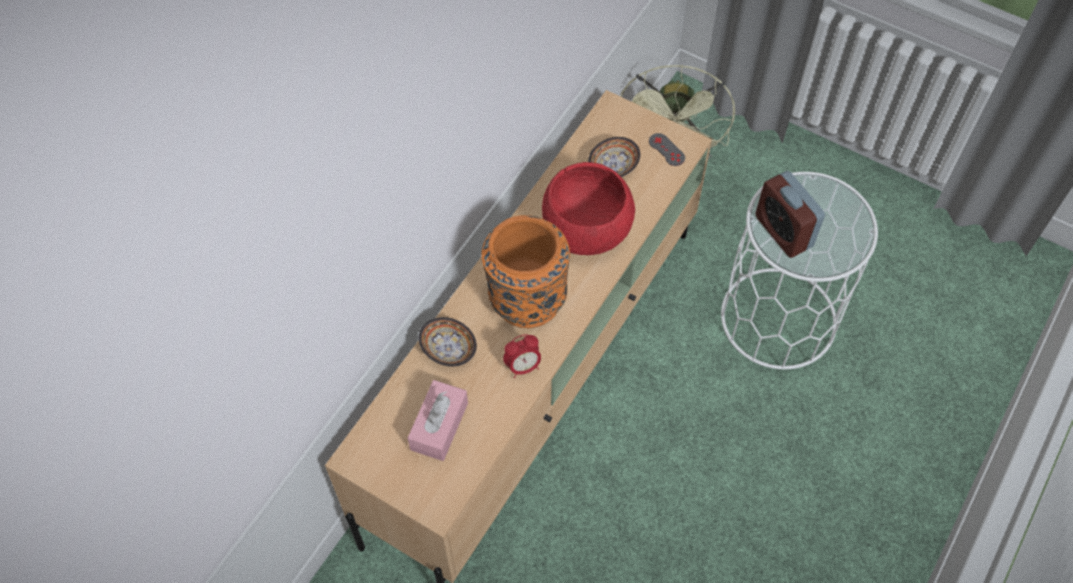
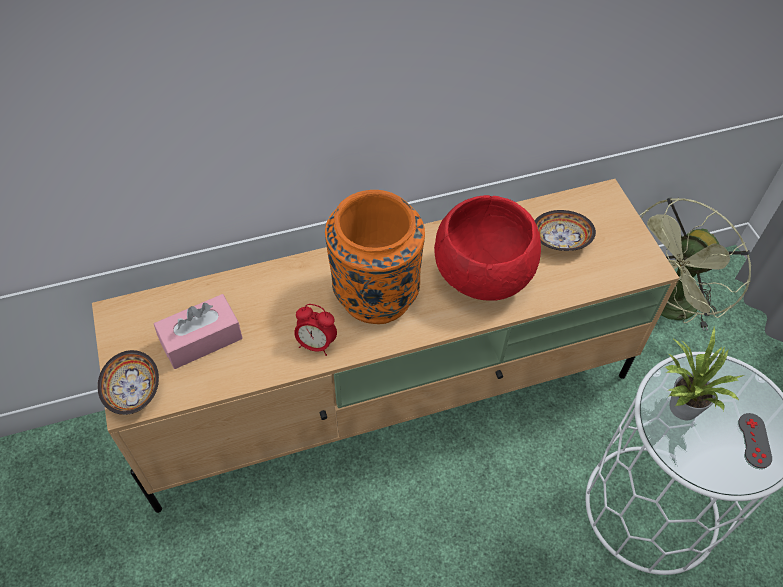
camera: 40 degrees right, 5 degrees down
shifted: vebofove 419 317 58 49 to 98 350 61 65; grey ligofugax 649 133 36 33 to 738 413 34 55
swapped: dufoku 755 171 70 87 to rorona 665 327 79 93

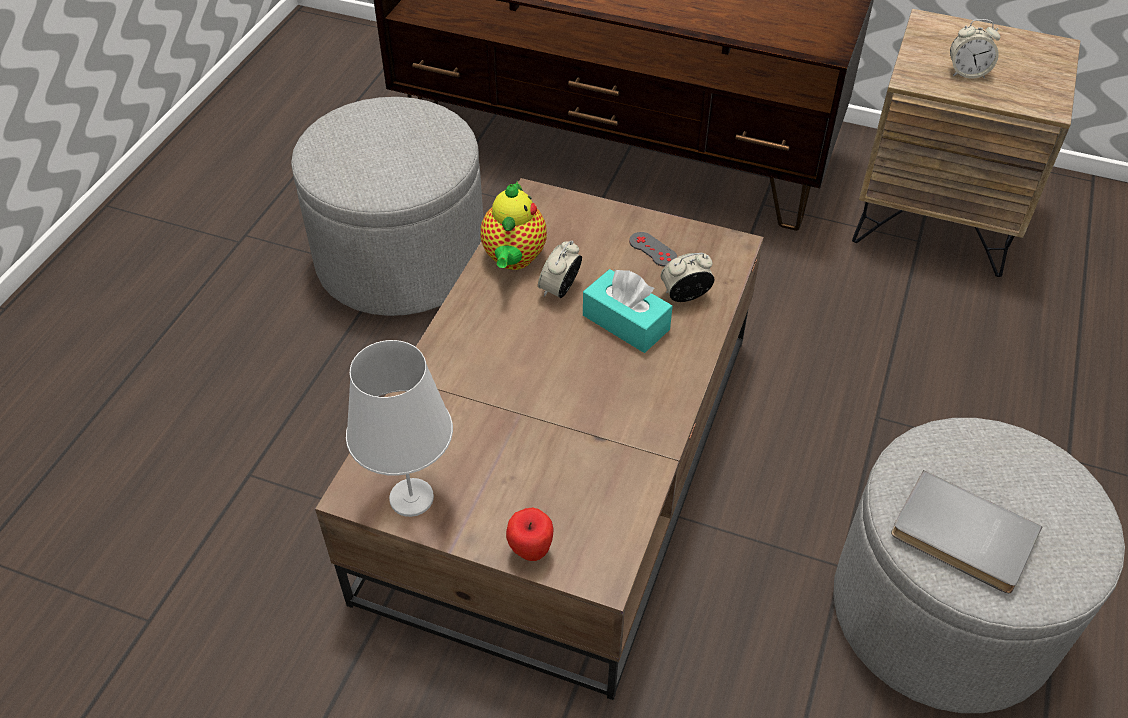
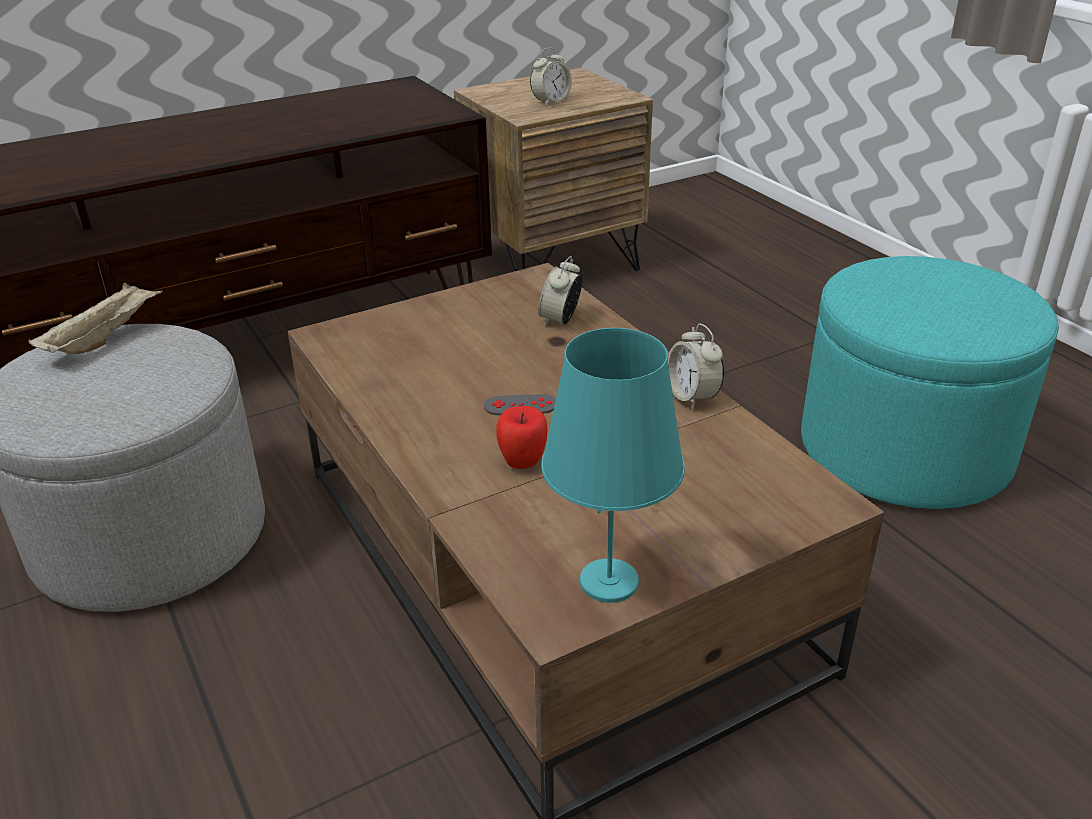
camera: 50 degrees left, 15 degrees down
gone: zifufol 481 181 66 89; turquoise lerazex 583 269 90 84; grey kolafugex 891 470 152 123
new: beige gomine 29 282 133 72
shifted: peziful 506 507 48 54 to 496 406 52 63; dufoku 538 241 44 57 to 668 323 56 86; grey ligofugax 629 232 48 35 to 484 394 72 21
repainted: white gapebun 346 340 107 177 to turquoise gapebun 541 328 144 275; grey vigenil 833 418 292 295 to turquoise vigenil 801 256 258 253

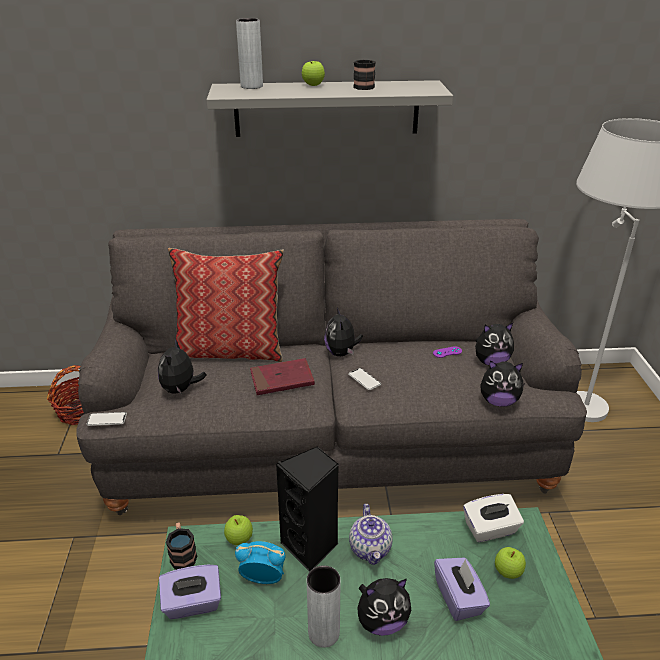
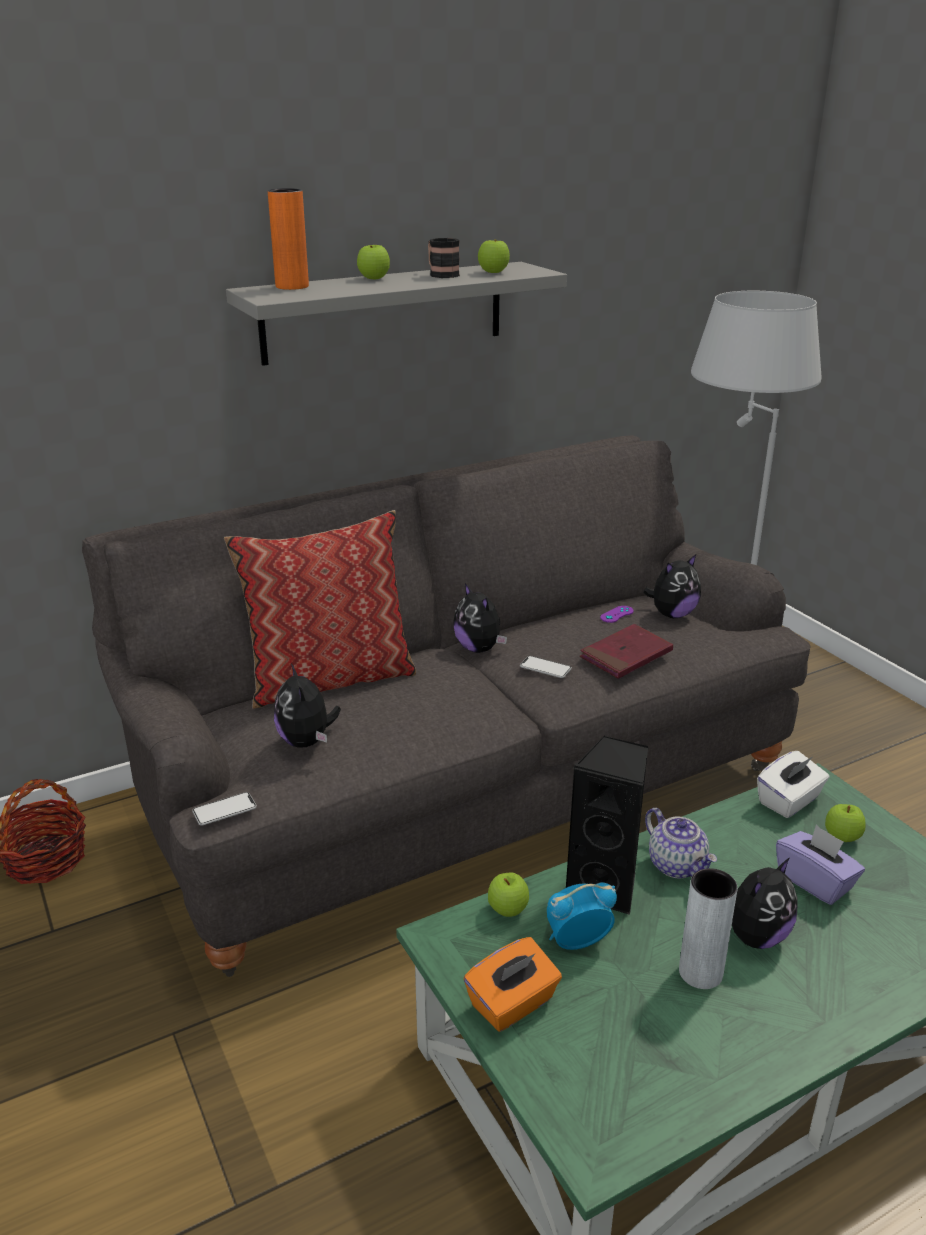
camera: 25 degrees left, 5 degrees down
gone: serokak 166 522 31 48; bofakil 480 360 45 47
new: peziful 478 239 32 34
shifted: red kolafugex 250 358 65 37 to 580 624 93 55
repainted: purple lerazex 159 565 62 54 to orange lerazex 464 937 98 95; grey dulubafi 236 18 27 71 to orange dulubafi 268 188 41 102

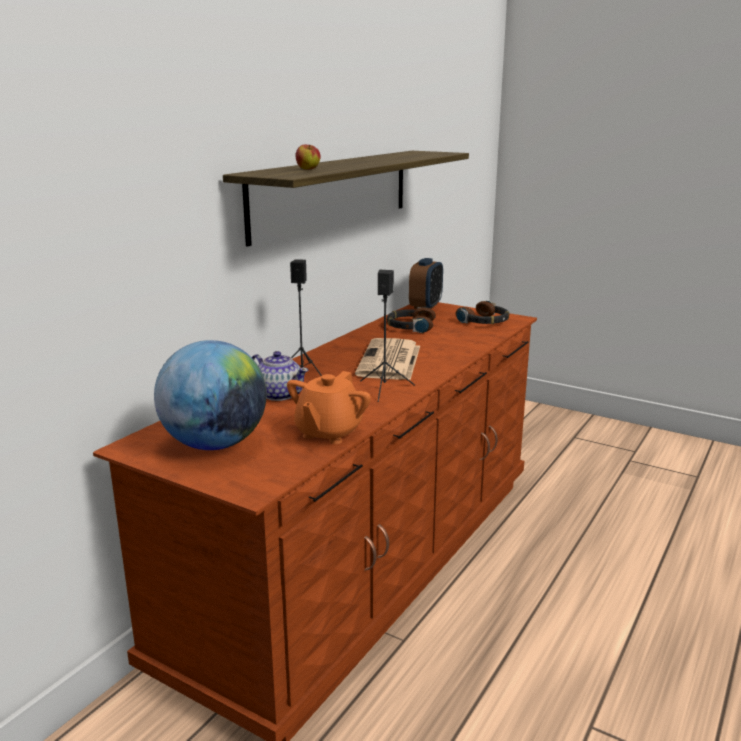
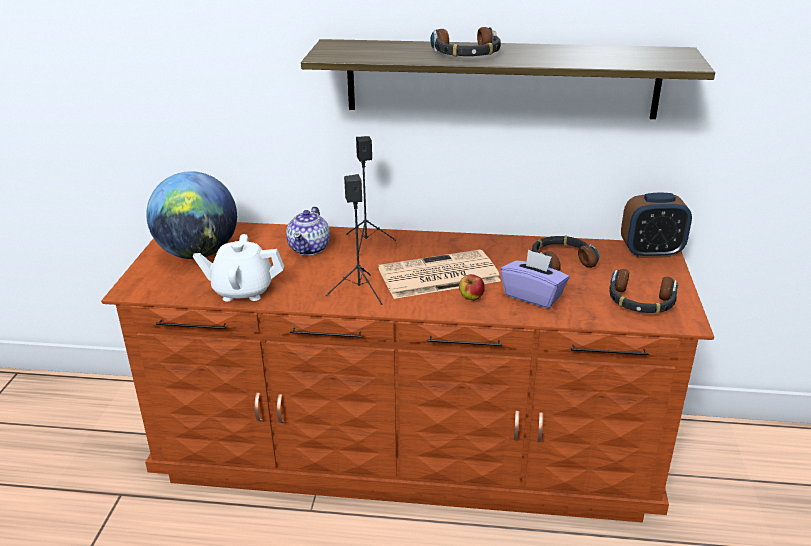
camera: 65 degrees right, 10 degrees up
new: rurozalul 431 27 70 30; purple lerazex 500 249 69 60
shifted: peziful 295 145 25 25 to 459 274 26 26
repainted: orange zifufol 287 371 84 73 to white zifufol 193 234 91 67

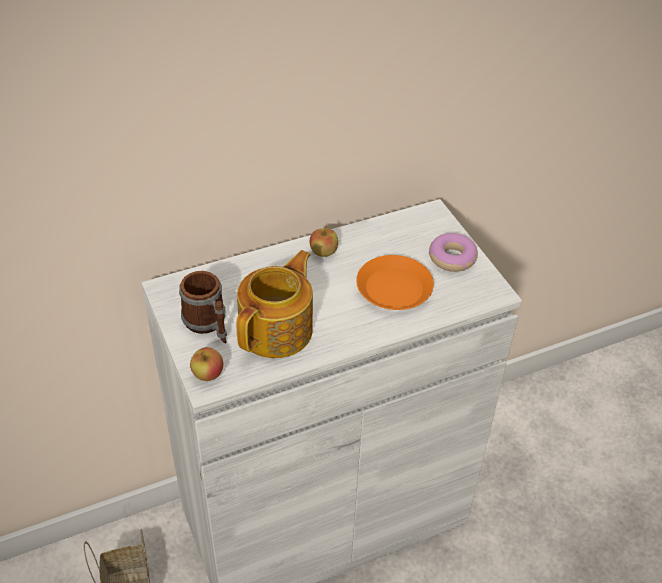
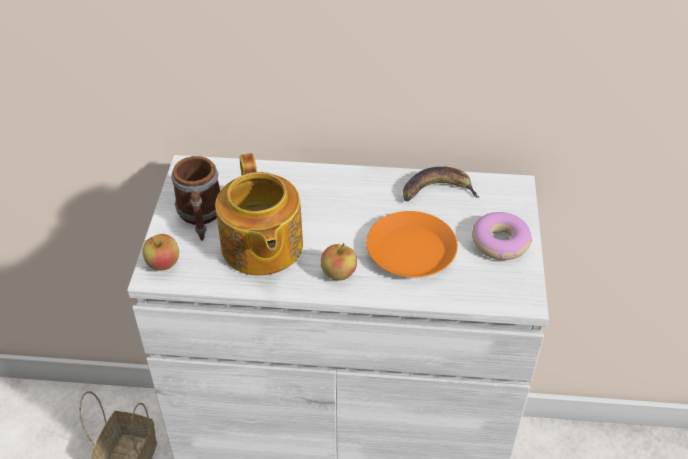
camera: 30 degrees right, 0 degrees up
new: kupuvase 403 167 77 34
shifted: peziful 310 225 28 32 to 321 243 36 38
rotated: zifufol 236 250 77 108 = 215 153 88 123 105 degrees clockwise

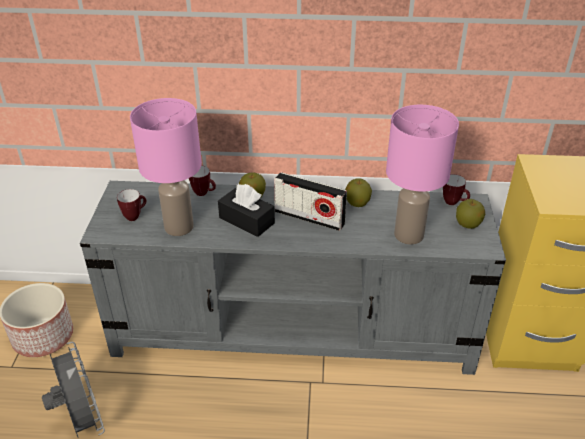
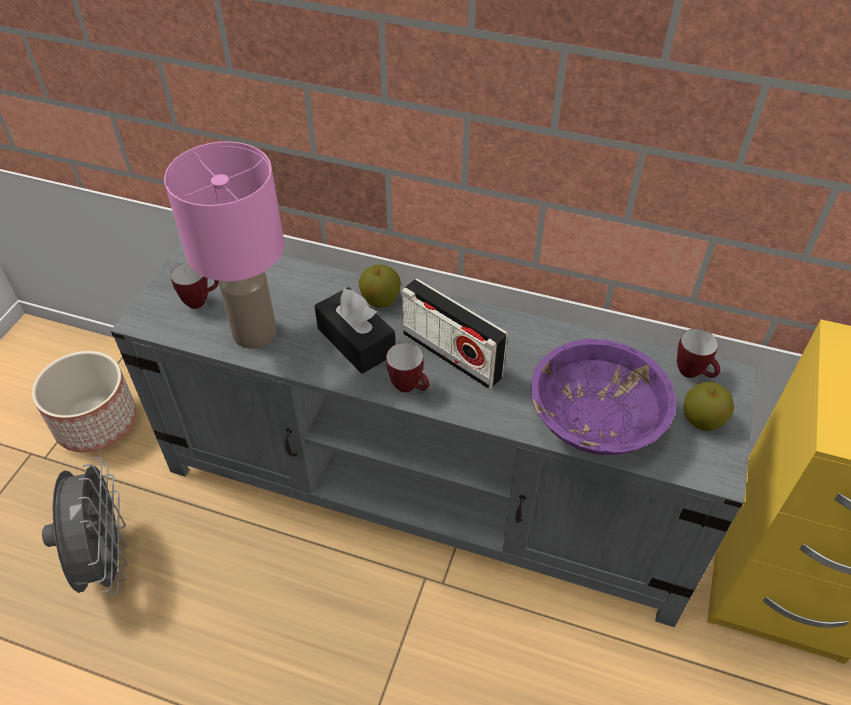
camera: 15 degrees right, 10 degrees up
gone: peziful 345 178 27 29
shifted: serokak 189 166 27 30 to 386 343 44 50
swapped: pink gapebun 386 105 73 140 to purple vebofove 531 339 145 116

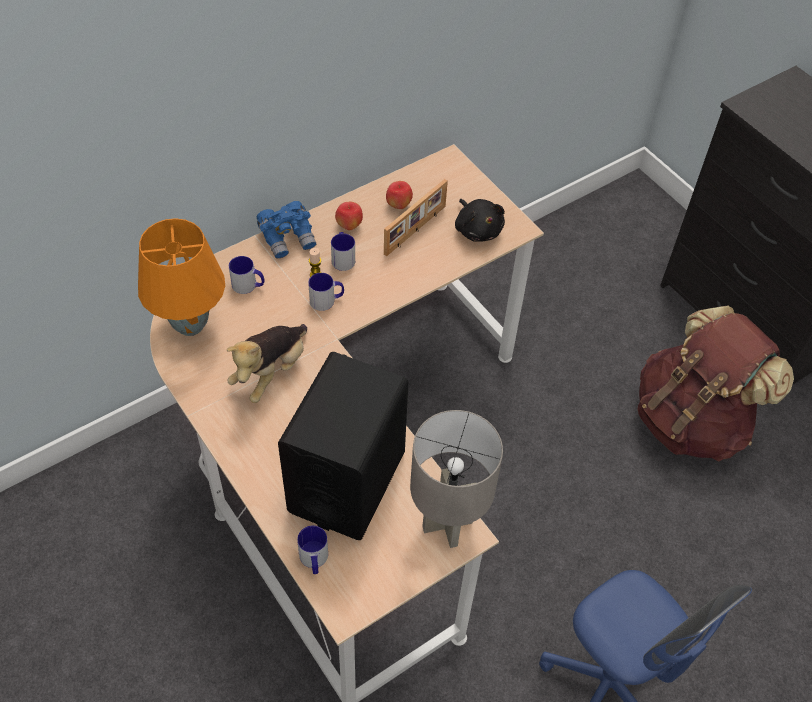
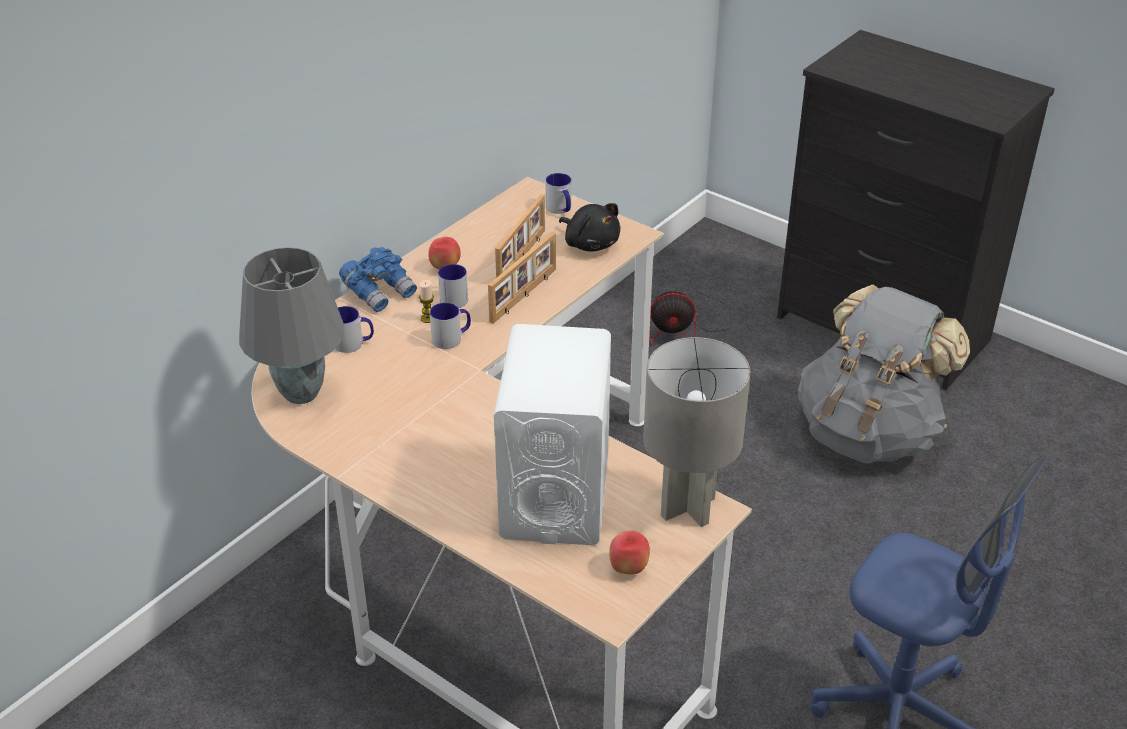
camera: 15 degrees left, 15 degrees down
gone: bofakil 227 324 80 79
new: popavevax 488 232 68 92; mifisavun 649 278 83 66
shifted: serokak 297 525 31 49 to 545 173 26 41; peziful 386 181 27 28 to 609 530 41 44
repainted: orange gapebun 138 218 87 118 to grey gapebun 239 247 106 157; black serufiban 278 352 130 188 to white serufiban 494 324 117 221; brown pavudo 637 306 157 155 to grey pavudo 798 285 172 178

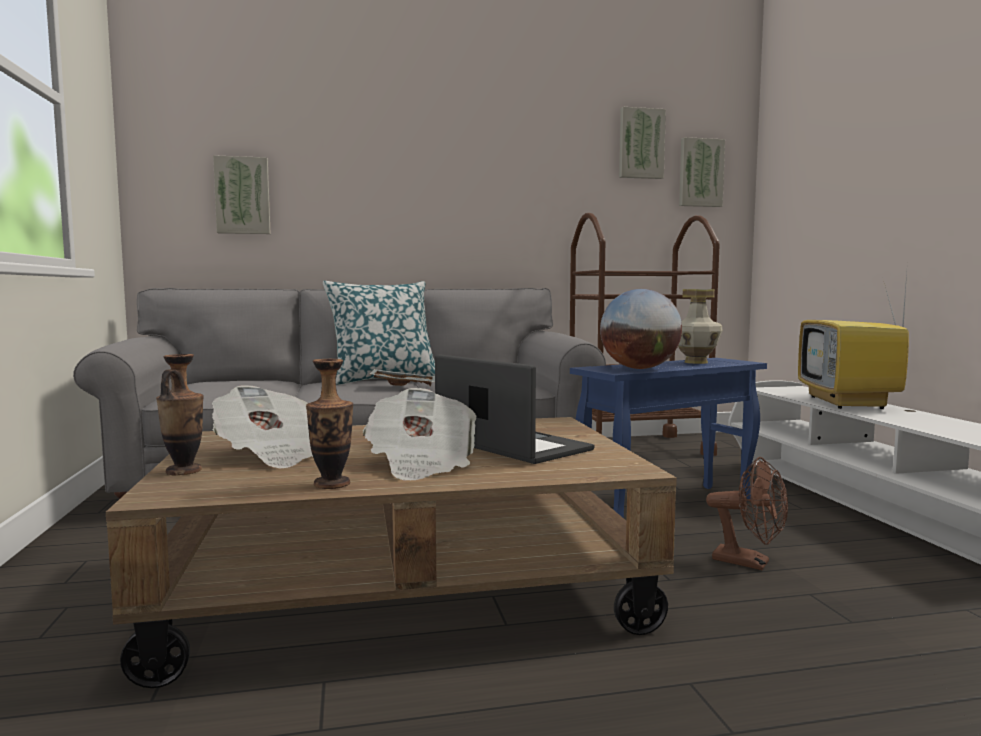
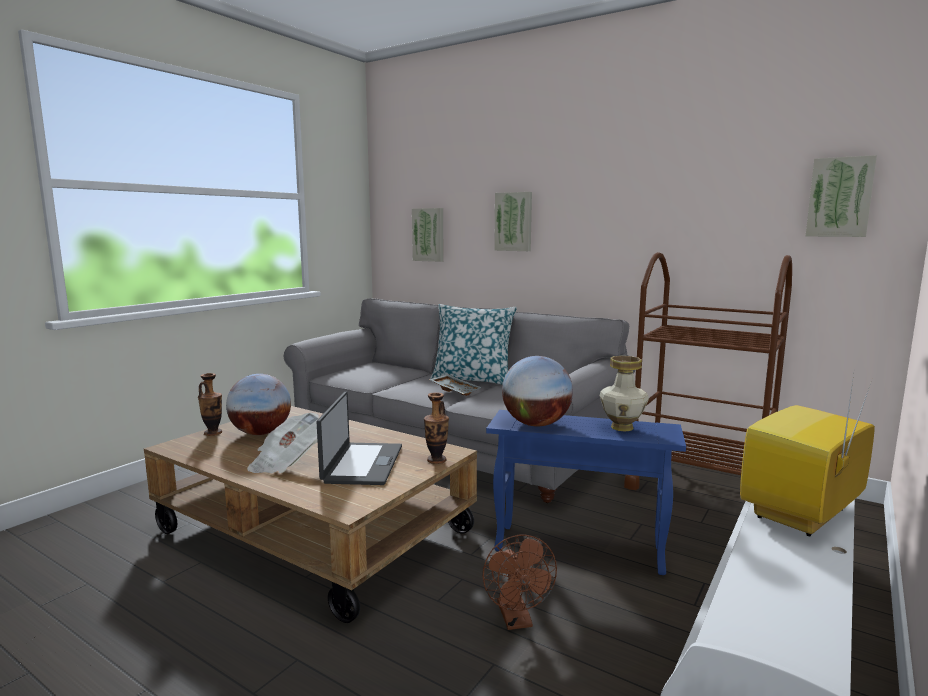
camera: 45 degrees right, 5 degrees up
shifted: dulubafi 306 359 47 130 to 424 392 25 72; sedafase 619 107 47 72 to 494 192 38 59
swapped: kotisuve 212 385 101 84 to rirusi 226 374 65 61

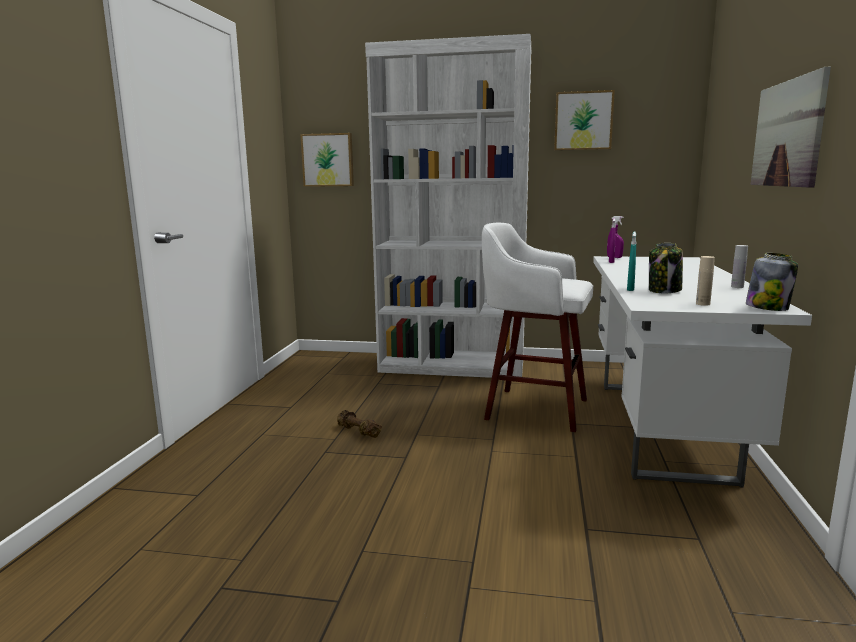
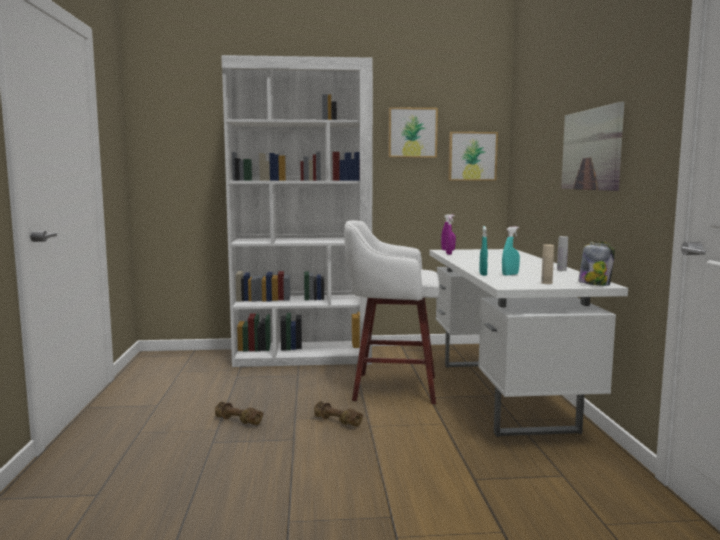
camera: 15 degrees left, 5 degrees down
new: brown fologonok 314 401 49 26
shifted: sedafase 300 133 54 54 to 448 132 50 49
swapped: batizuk 649 243 34 50 to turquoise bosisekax 502 226 18 49

